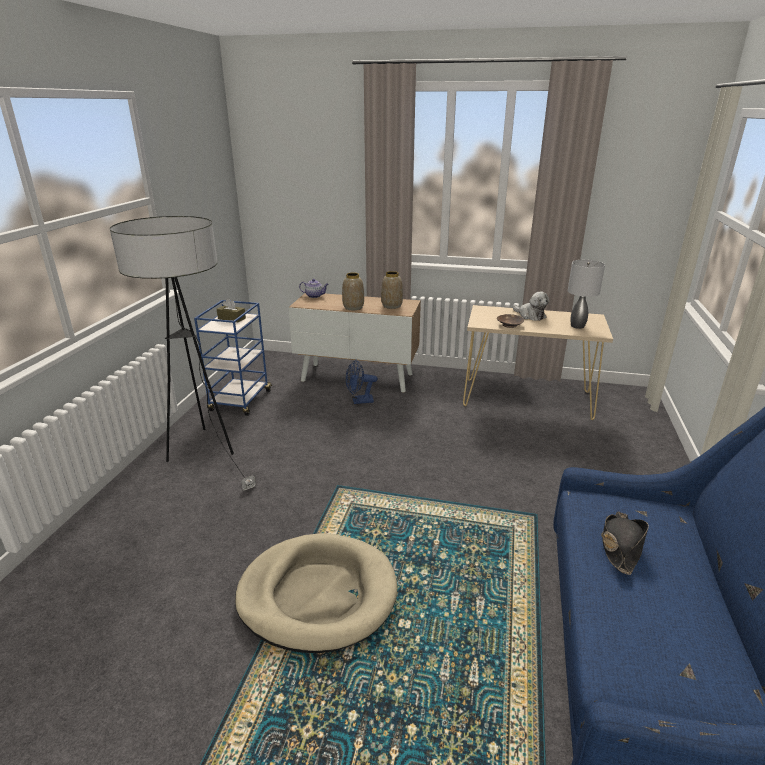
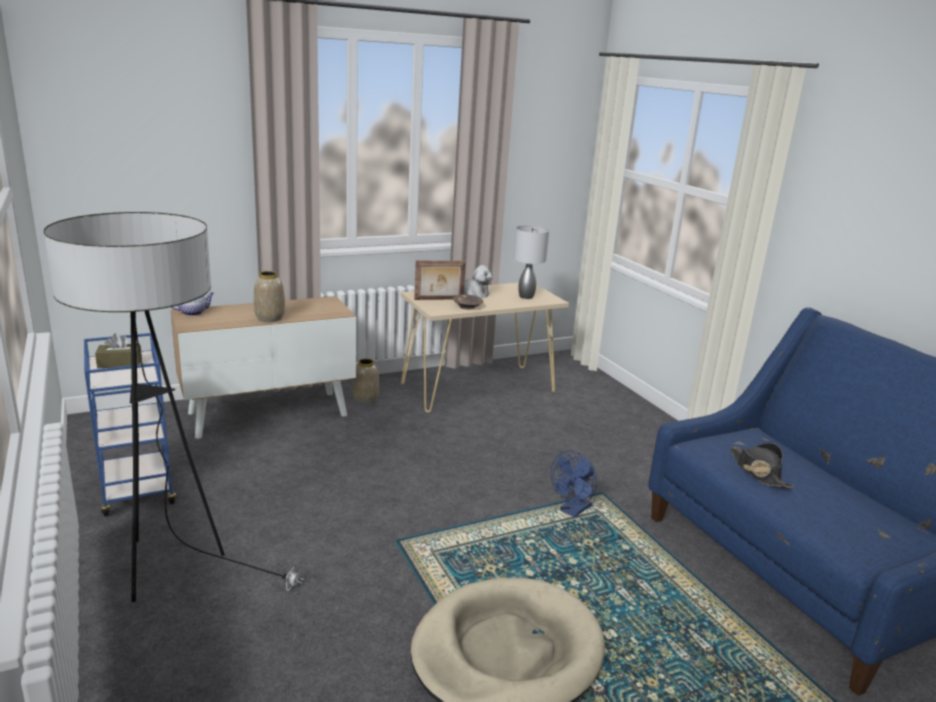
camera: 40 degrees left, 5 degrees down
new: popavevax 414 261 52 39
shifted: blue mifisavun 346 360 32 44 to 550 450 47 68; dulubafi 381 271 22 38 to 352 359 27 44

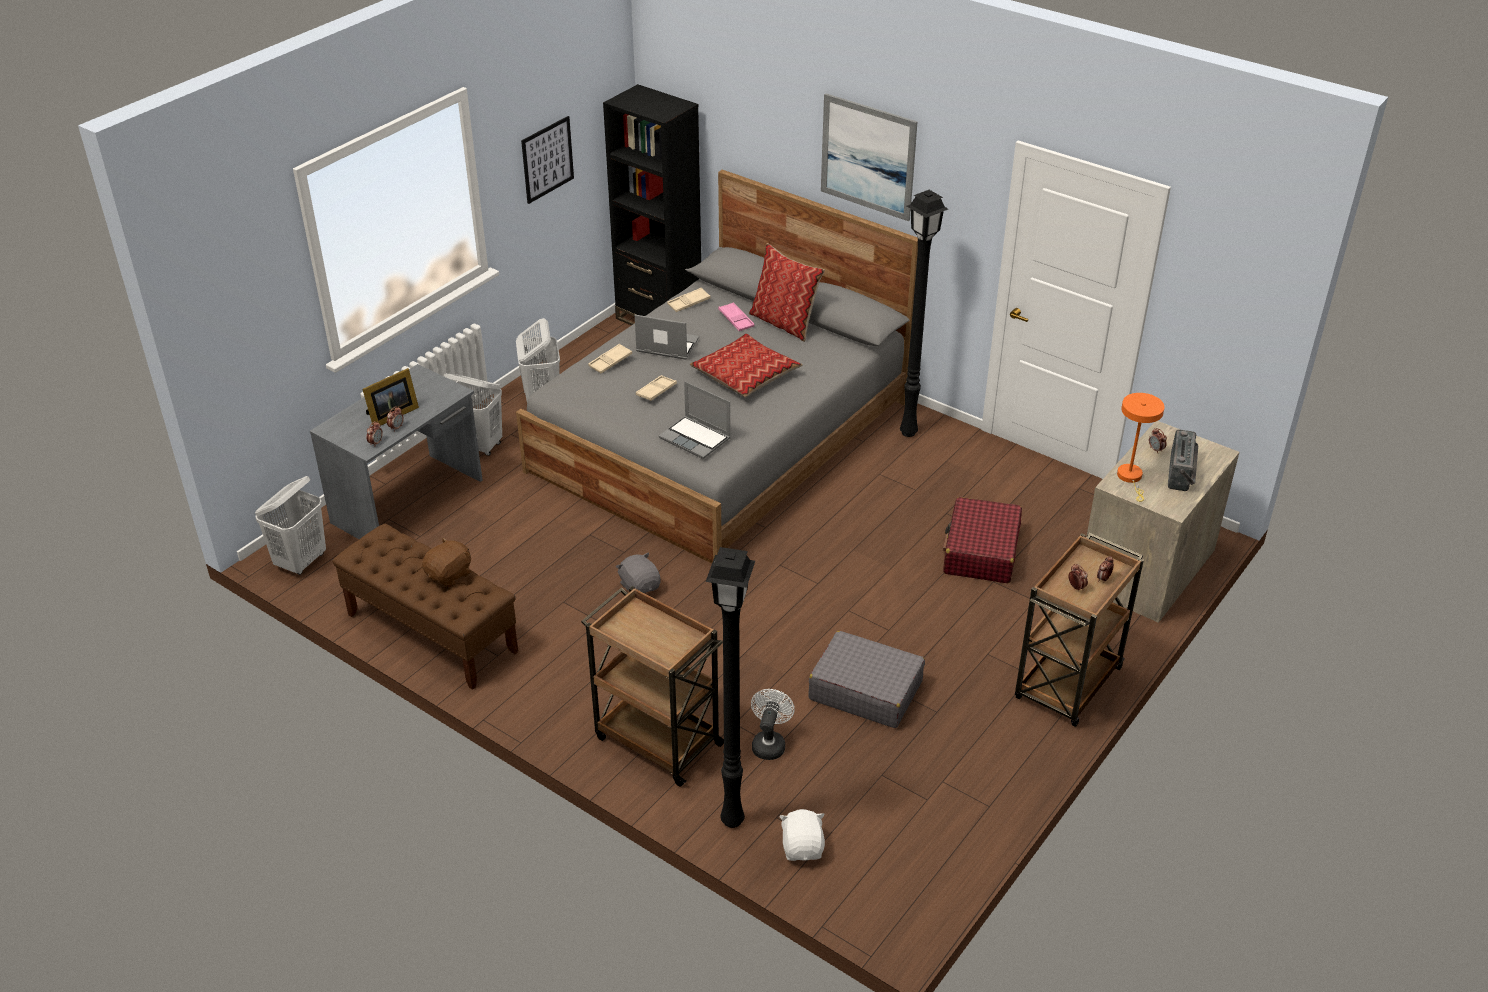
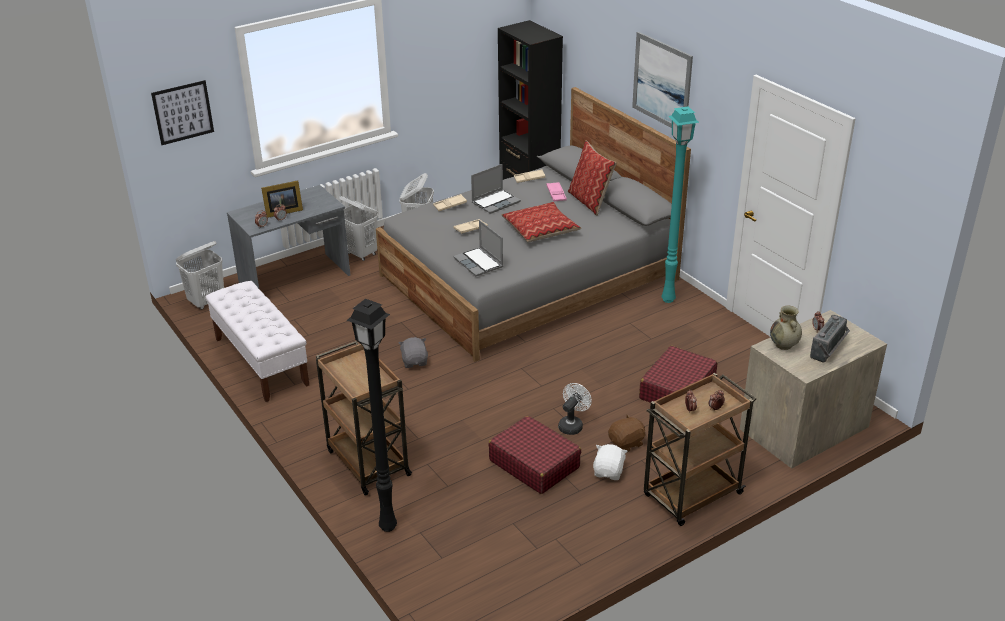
camera: 20 degrees right, 5 degrees down
shifted: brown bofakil 422 538 49 49 to 608 414 38 39; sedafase 521 116 53 88 to 151 80 63 65; white mifisavun 751 689 44 71 to 558 383 34 52; white bofakil 779 809 46 52 to 593 444 34 36
swapped: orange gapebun 1117 393 48 109 to beige dulubafi 770 306 32 44
repainted: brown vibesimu 332 523 186 167 to white vibesimu 206 281 103 121; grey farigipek 808 631 117 97 to red farigipek 489 416 92 78; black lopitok 900 190 48 247 to turquoise lopitok 661 106 38 197
rotated: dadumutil 635 315 64 45 = 471 164 50 50 105 degrees clockwise

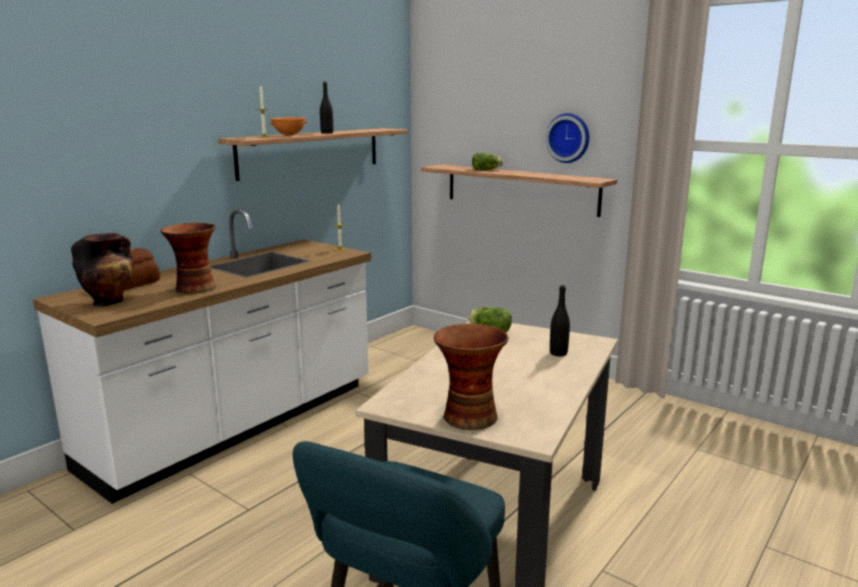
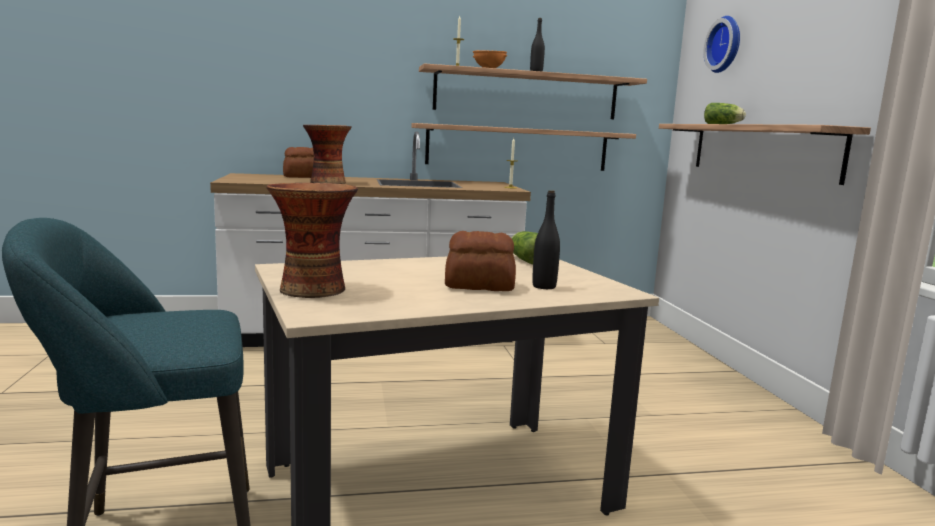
camera: 40 degrees right, 5 degrees down
gone: dulubafi 71 233 62 73
new: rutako 411 123 225 48; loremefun 445 231 71 60
shifted: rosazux 545 113 44 50 to 704 16 36 57

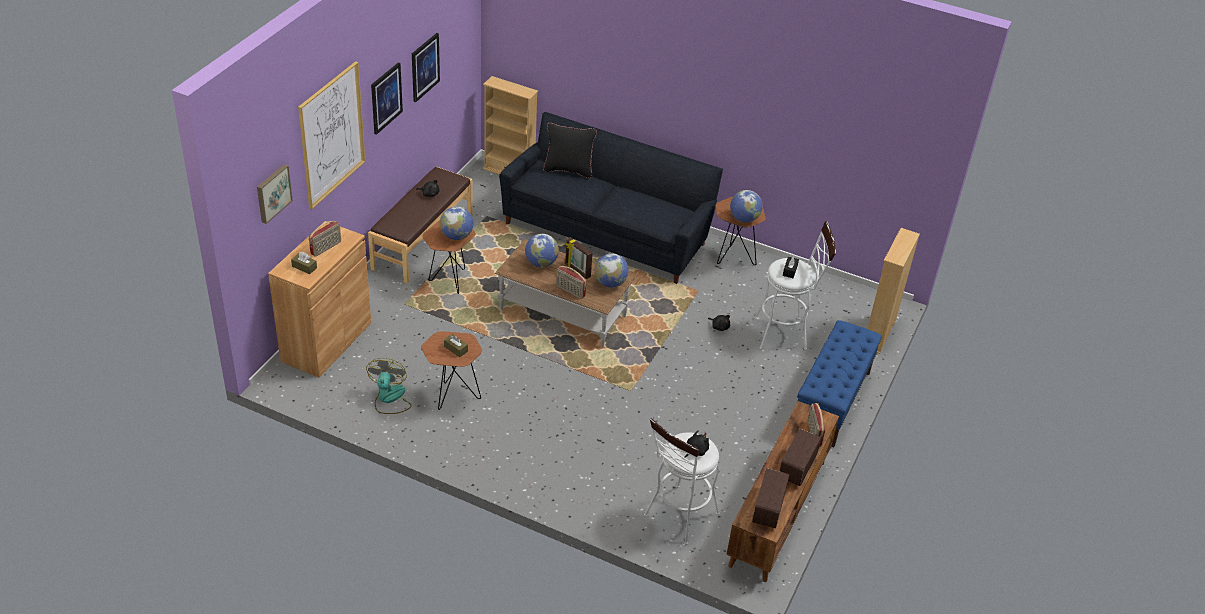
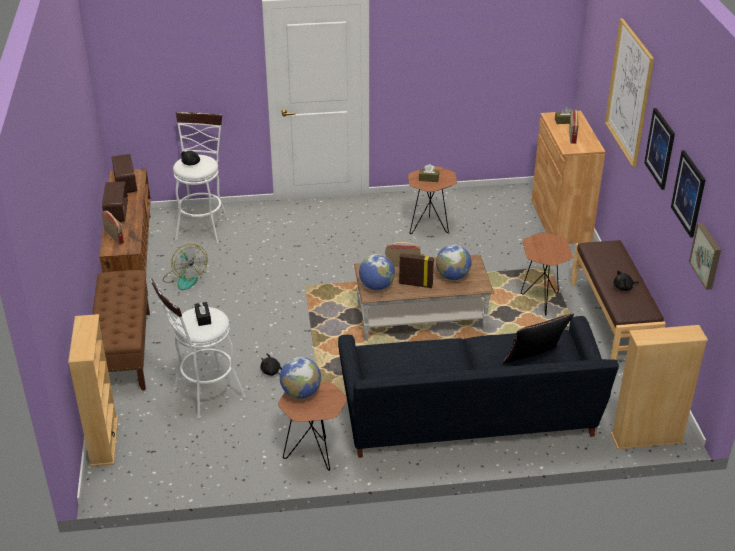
camera: 150 degrees right, 5 degrees down
gone: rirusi 440 206 33 34
shifted: sedafase 257 164 36 60 to 689 223 32 67; mifisavun 366 358 45 56 to 163 244 45 46
repainted: blue vibesimu 798 320 84 127 to brown vibesimu 92 270 58 121

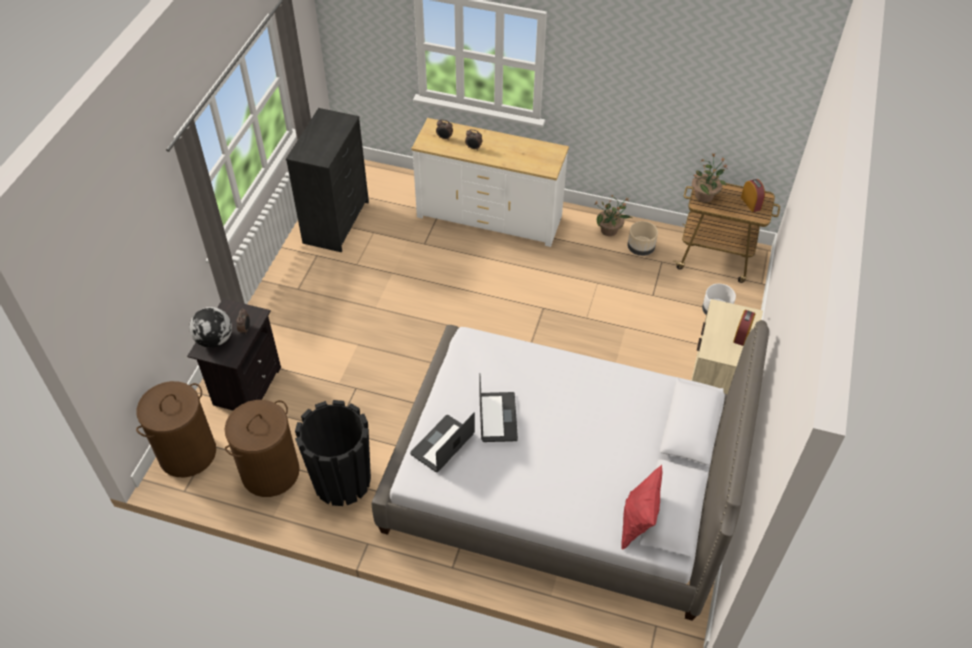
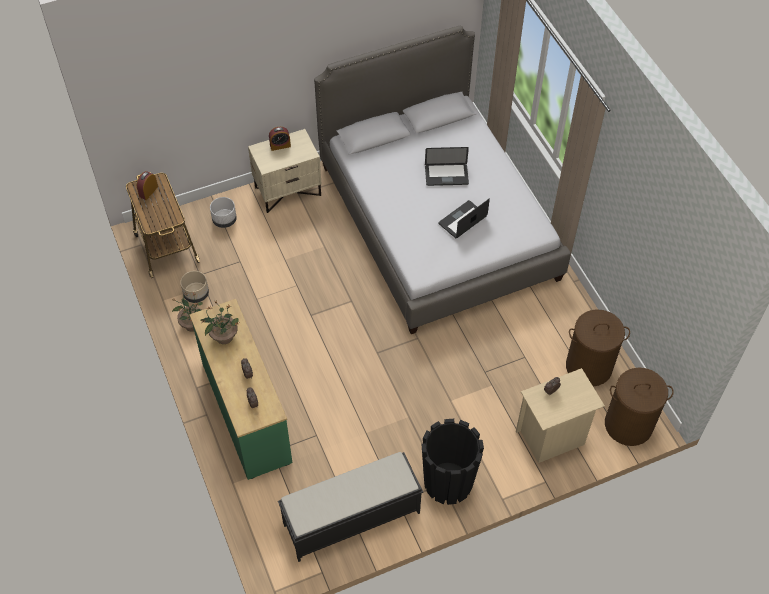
camera: 130 degrees left, 5 degrees up
gone: rirusi 189 307 43 41; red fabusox 622 465 40 85
shifted: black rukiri 295 400 76 106 to 422 419 62 86; dadumutil 410 413 65 59 to 425 147 44 39; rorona 692 153 35 50 to 200 301 39 43
swapped: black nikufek 286 108 83 144 to black vibesimu 278 452 145 110
repainted: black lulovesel 187 299 94 111 to beige lulovesel 516 368 89 95; white nikufek 411 118 158 129 to green nikufek 189 299 104 181

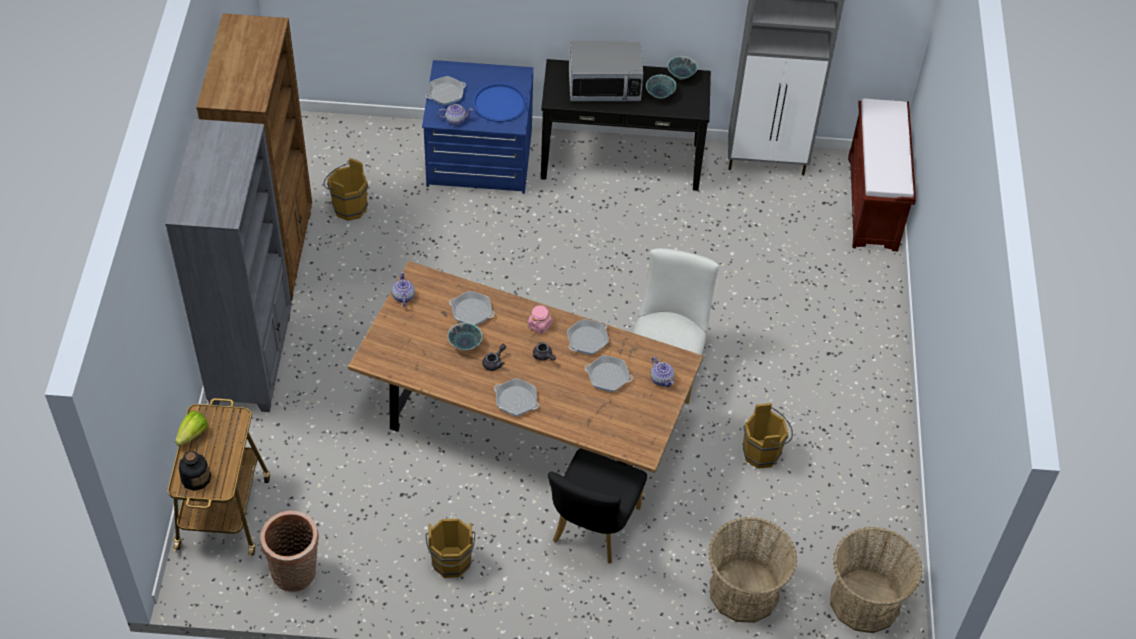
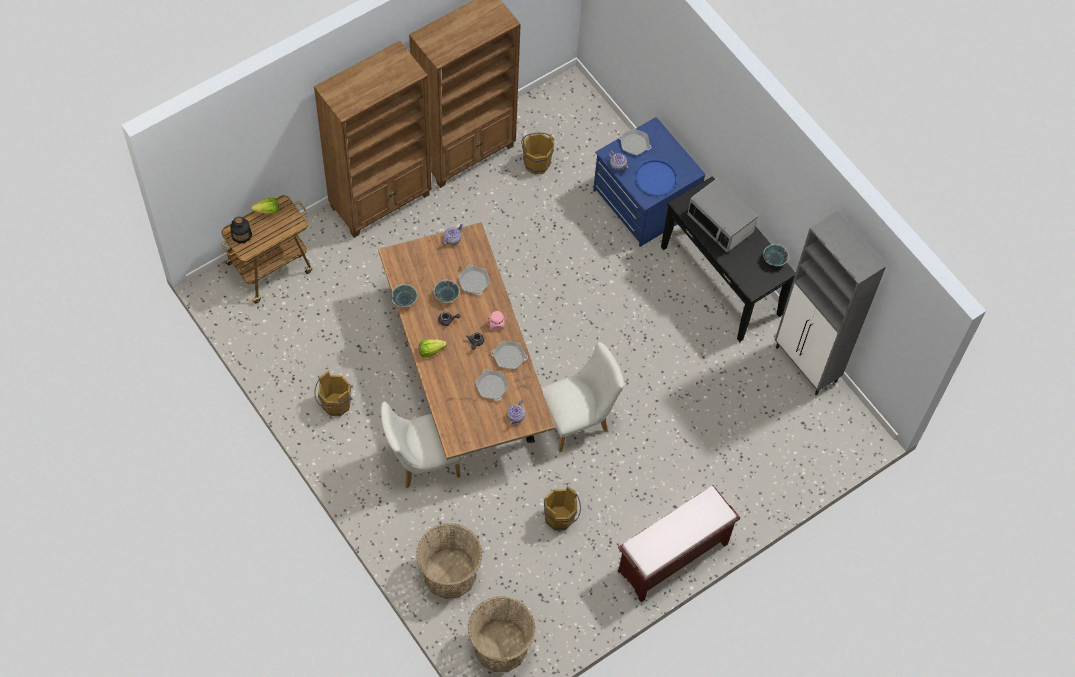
camera: 50 degrees right, 10 degrees up
gone: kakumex 260 511 59 81
shifted: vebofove 646 75 30 24 to 391 284 26 23; brown vibesimu 848 99 68 153 to 618 485 122 117
swapped: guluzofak 494 378 45 38 to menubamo 419 339 28 19
repainted: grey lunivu 165 119 127 293 to brown lunivu 314 41 118 197; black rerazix 548 448 99 115 to white rerazix 381 401 80 87

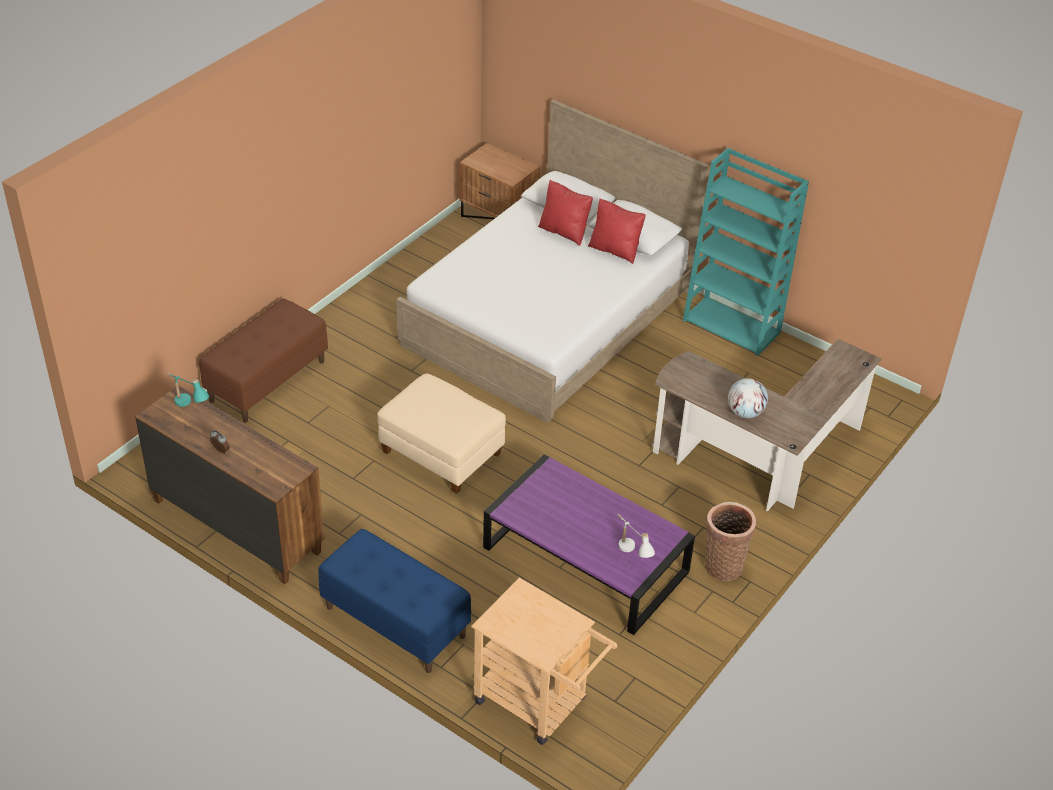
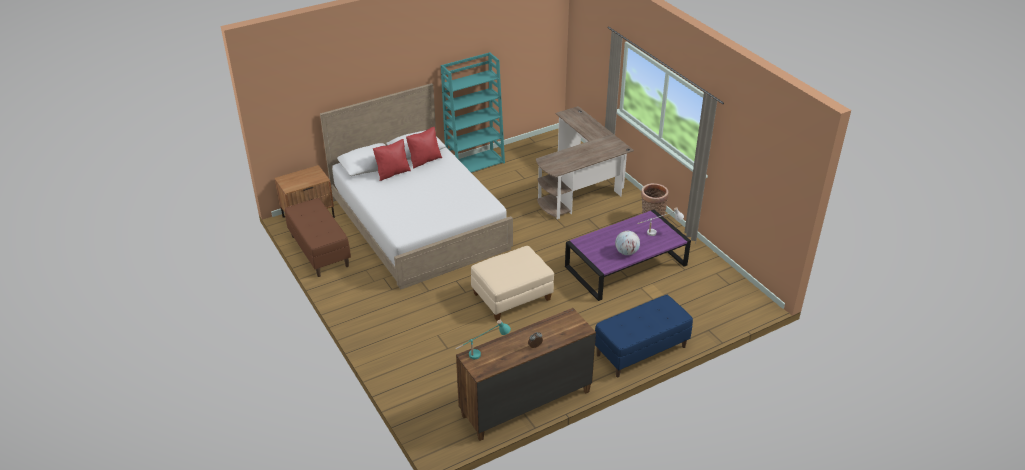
camera: 65 degrees left, 5 degrees down
gone: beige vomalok 471 578 146 167
shifted: brown vibesimu 199 298 129 124 to 285 198 66 79; rirusi 728 378 40 40 to 615 231 25 24

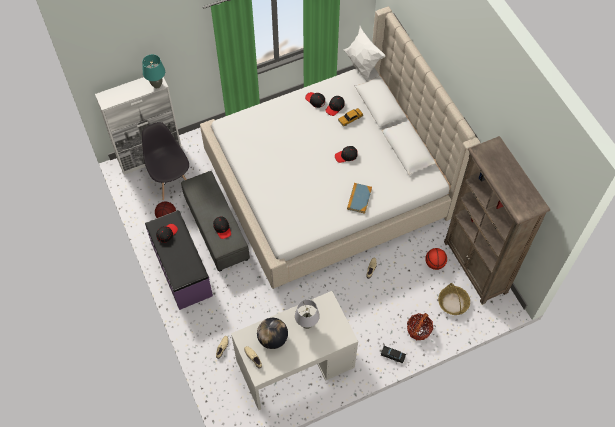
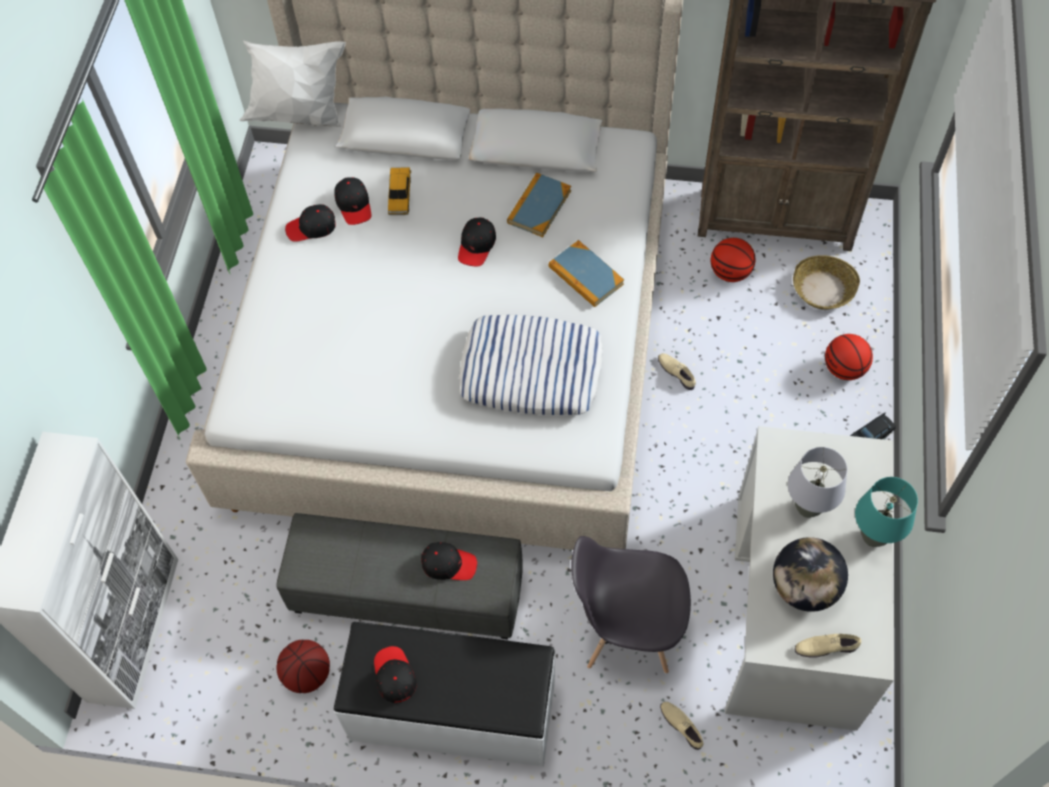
camera: 55 degrees left, 0 degrees up
new: fabusox 459 315 145 100; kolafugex 507 173 64 64
shifted: turquoise gapebun 142 54 23 34 to 855 477 63 70; grey rerazix 142 122 47 78 to 571 536 120 138
swapped: kakumex 407 313 27 27 to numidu 825 334 48 46
repainted: purple vibesimu 145 210 68 100 to white vibesimu 334 622 221 145

